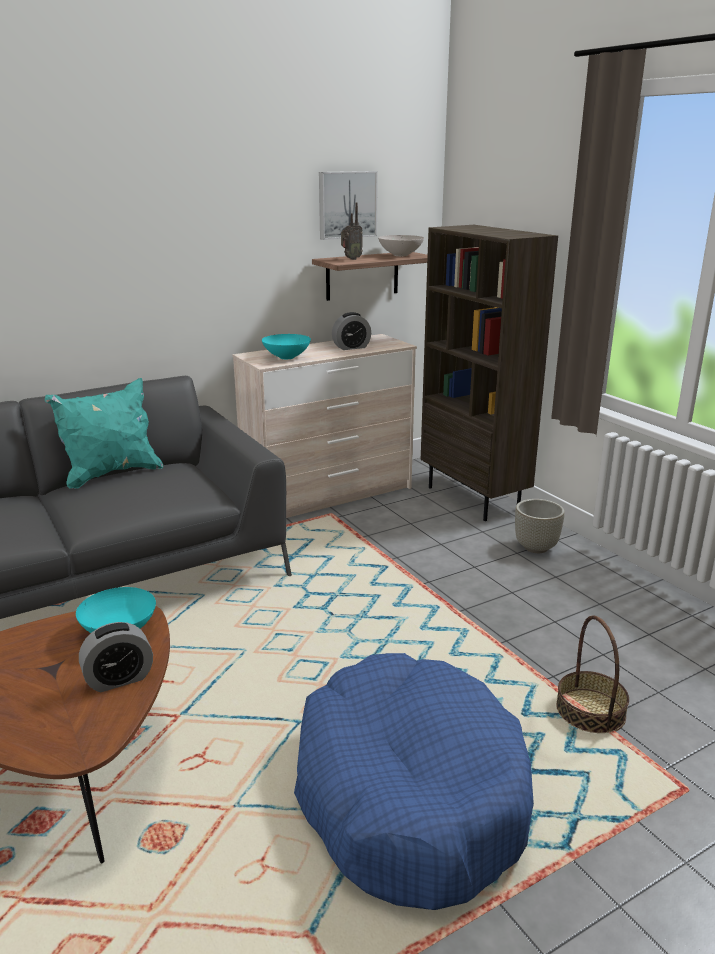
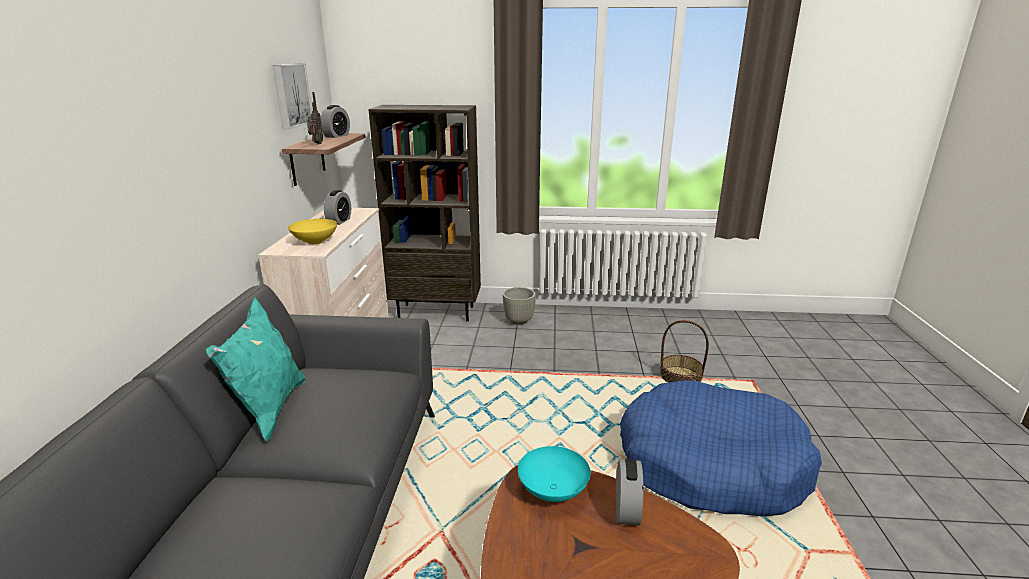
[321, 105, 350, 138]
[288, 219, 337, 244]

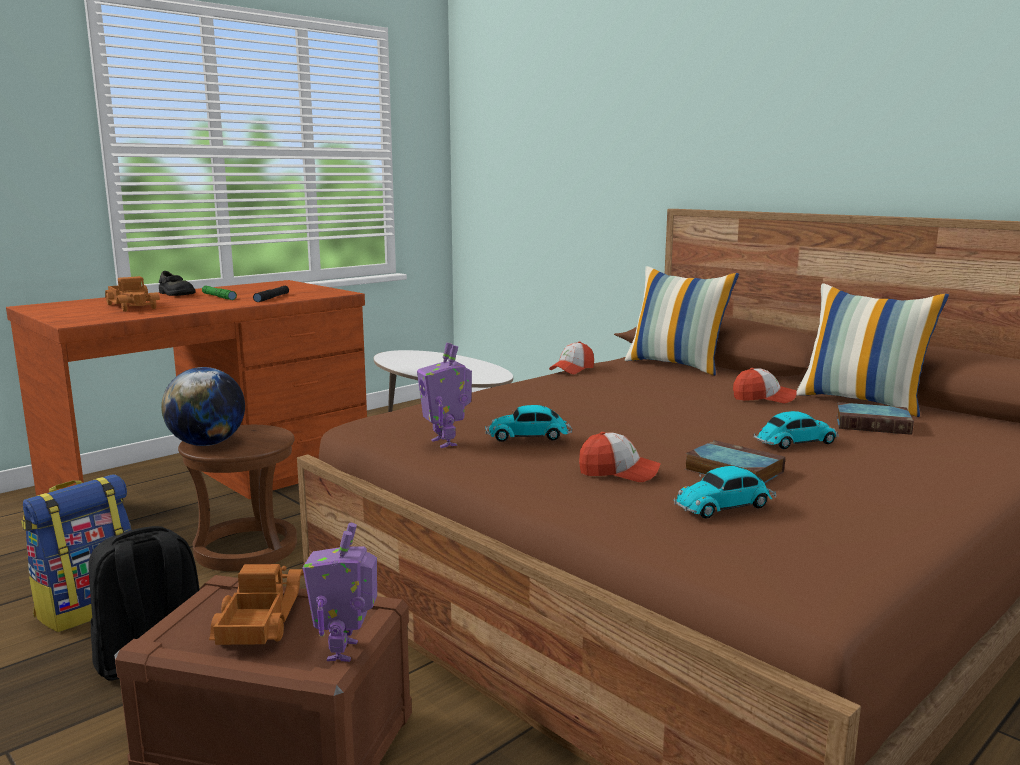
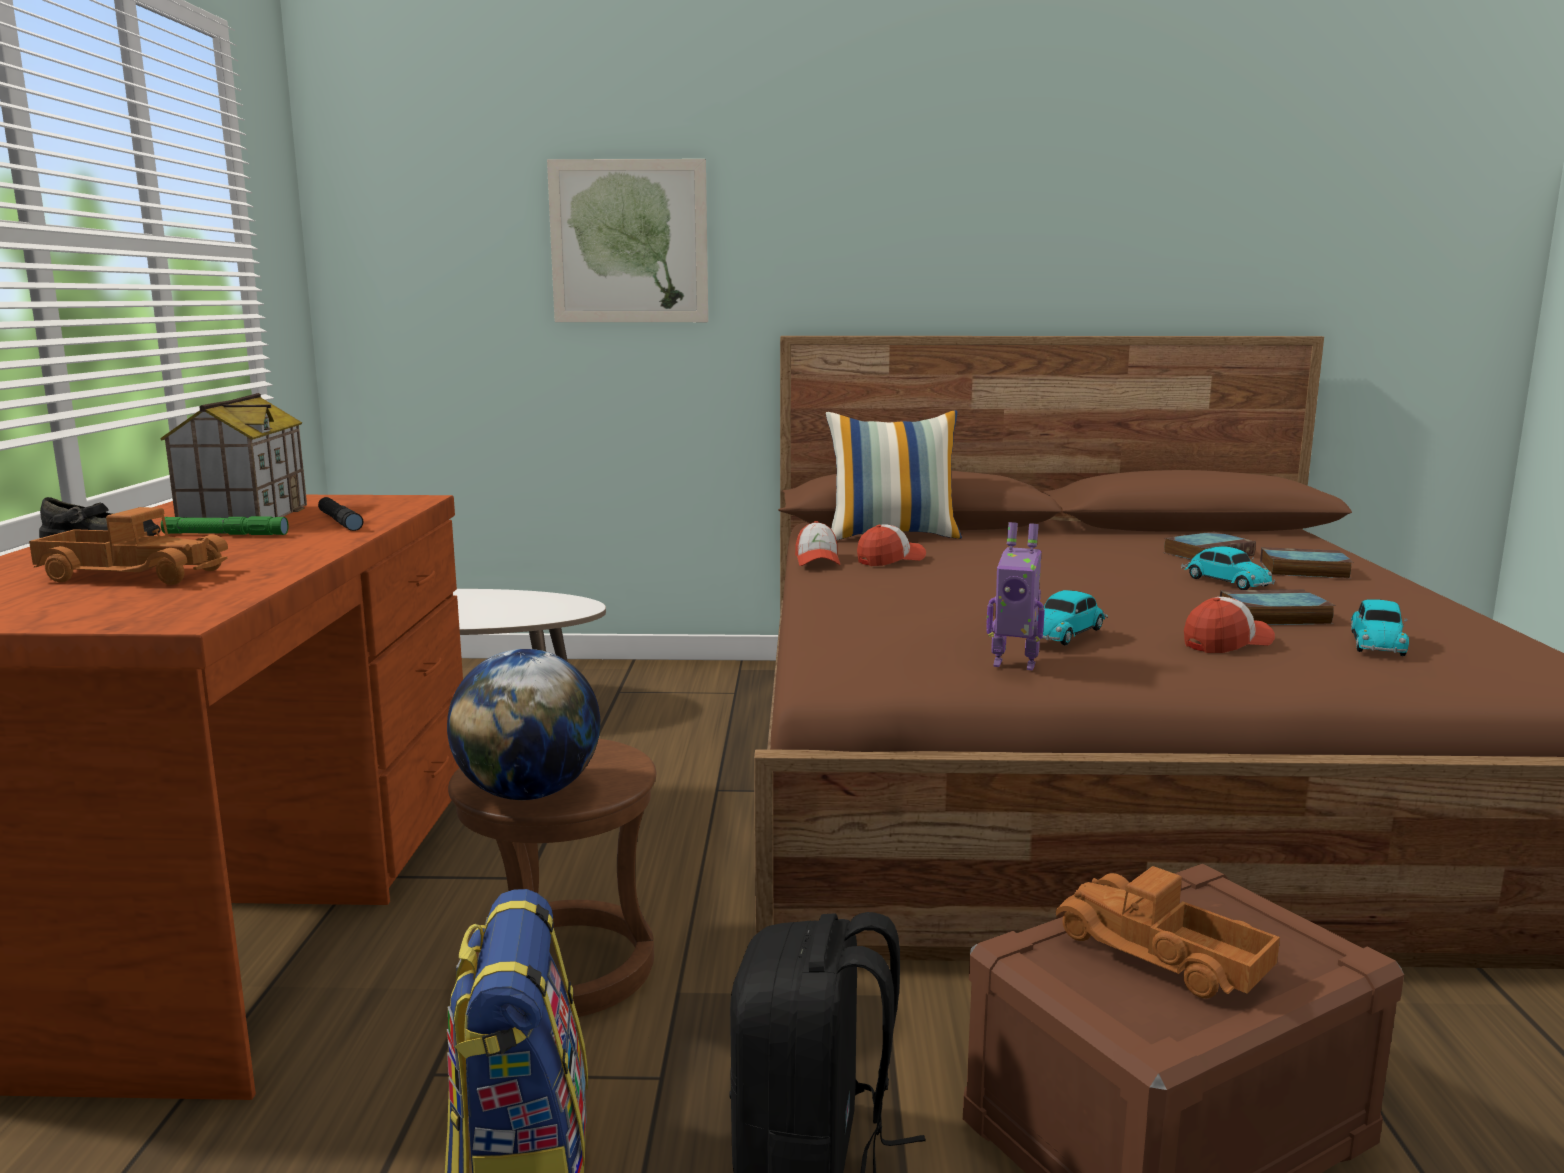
[303, 523, 377, 662] (first image)
[796, 283, 949, 417] (first image)
[160, 393, 307, 518]
[547, 159, 708, 322]
[1260, 547, 1354, 579]
[857, 524, 926, 566]
[1181, 546, 1275, 590]

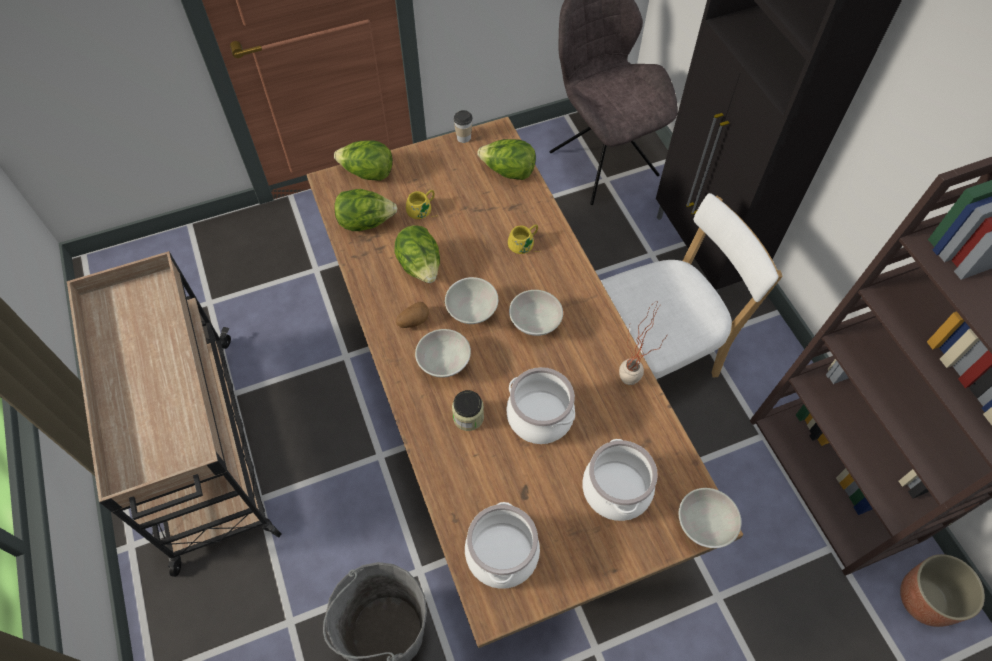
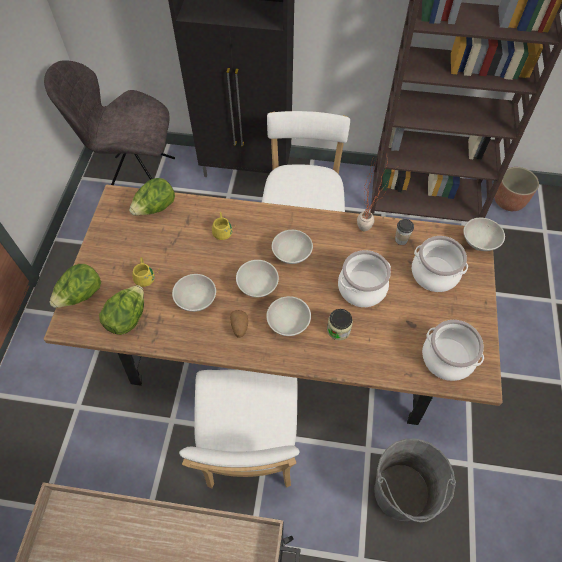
[179, 369, 300, 488]
[395, 219, 414, 245]
[172, 274, 216, 312]

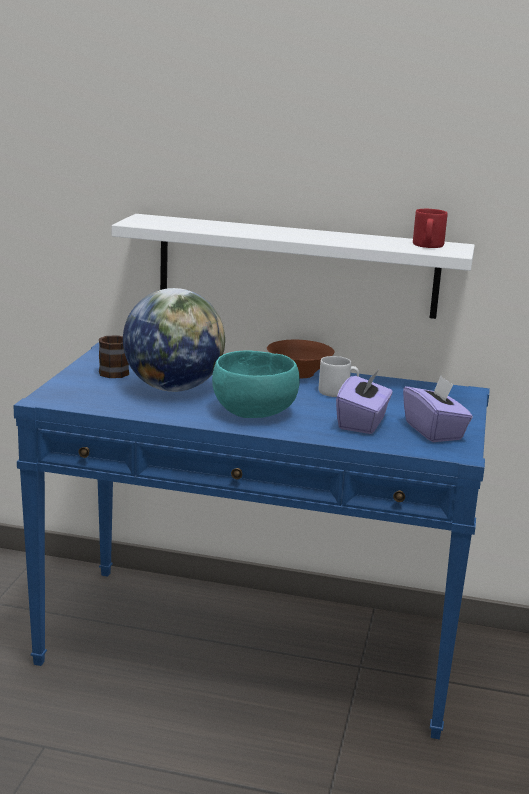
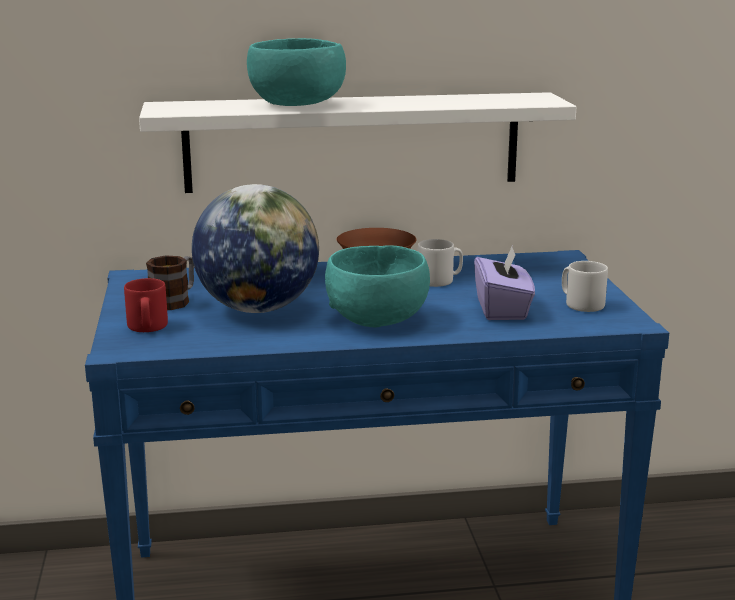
[247, 38, 346, 106]
[124, 278, 168, 332]
[562, 261, 608, 312]

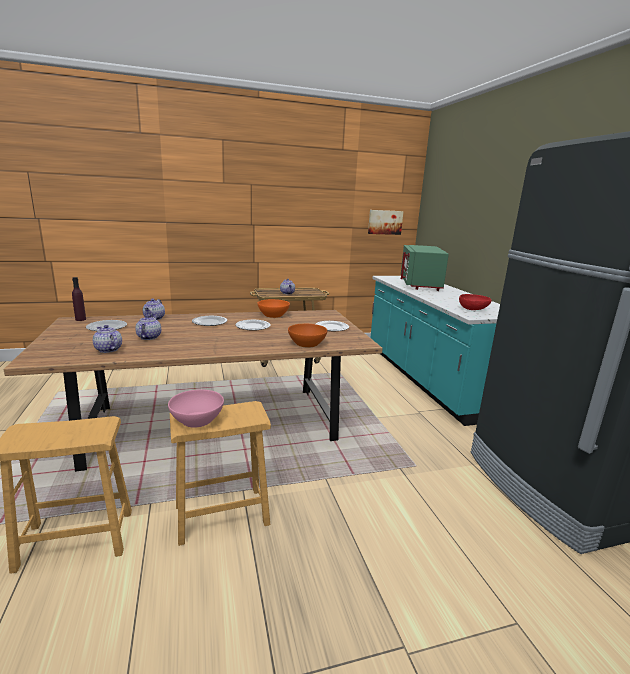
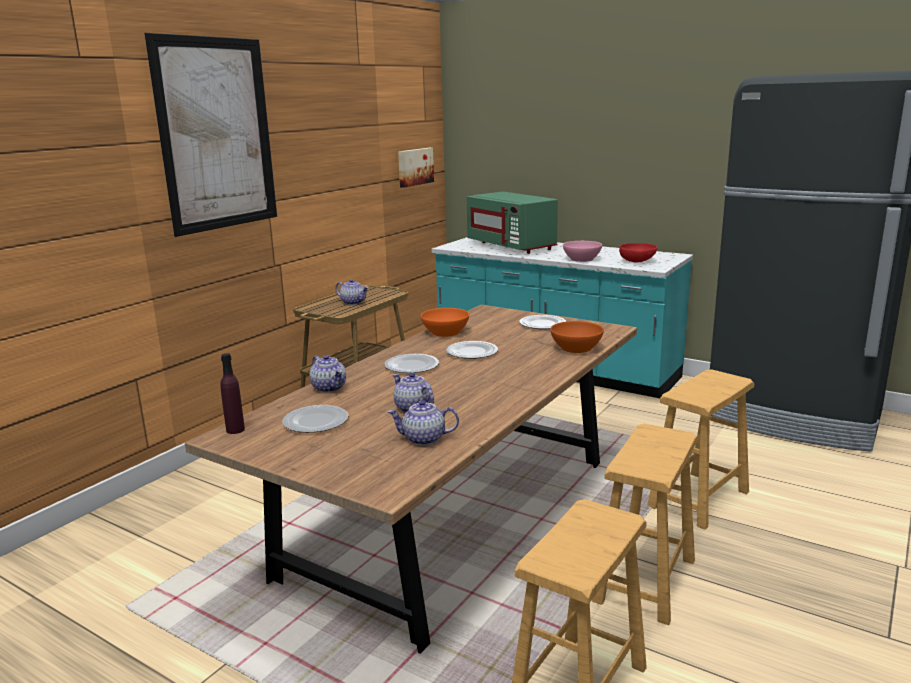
[144, 33, 277, 237]
[647, 369, 754, 530]
[563, 241, 602, 262]

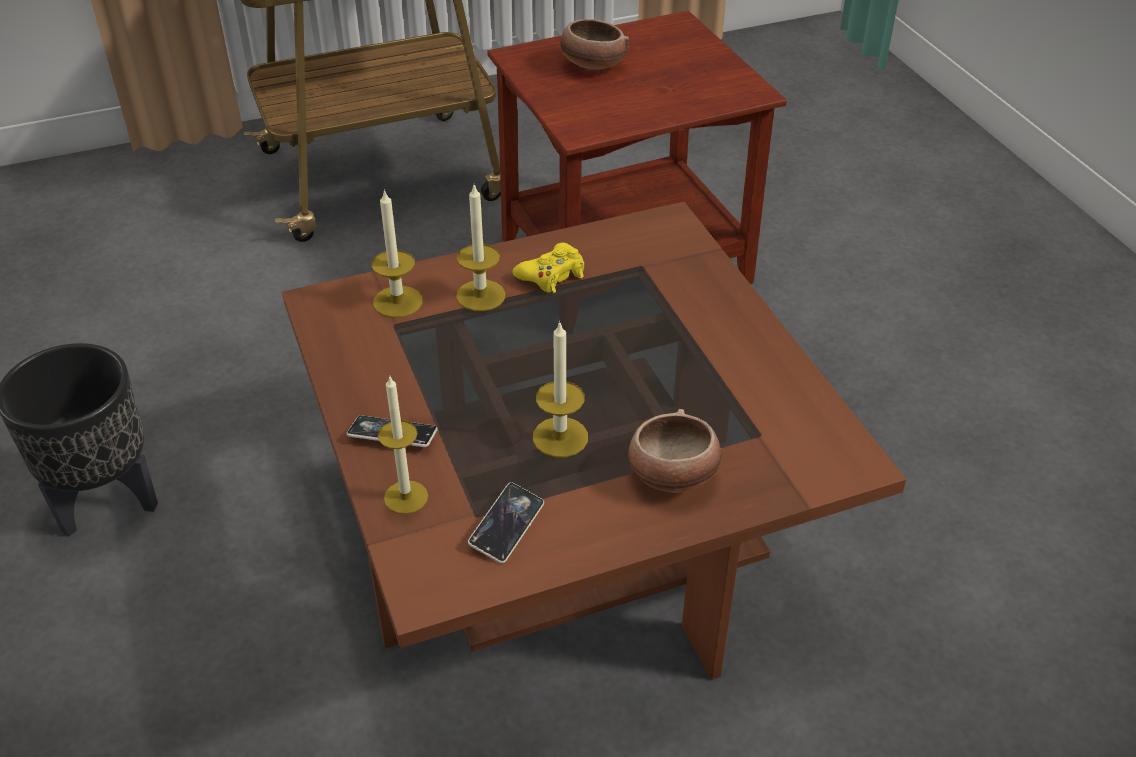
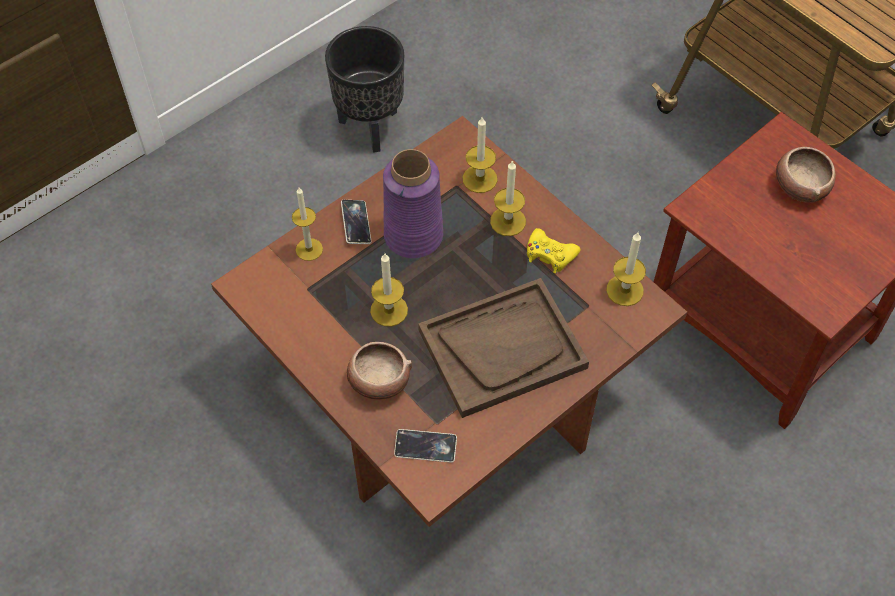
[383, 149, 443, 258]
[418, 278, 589, 418]
[606, 233, 646, 306]
[394, 429, 457, 462]

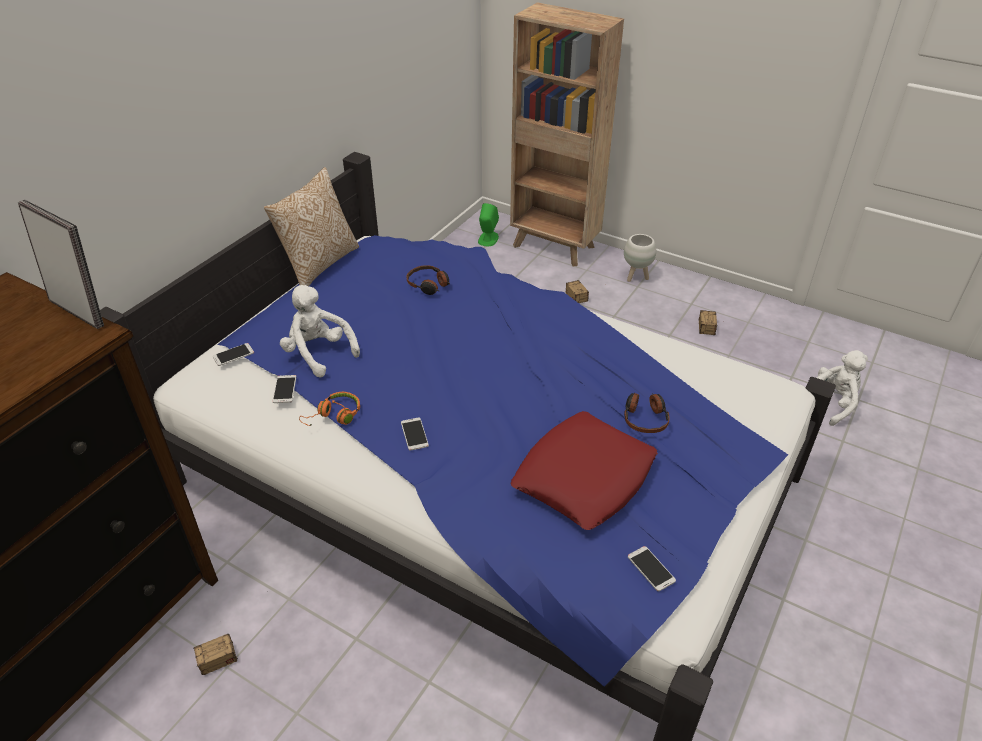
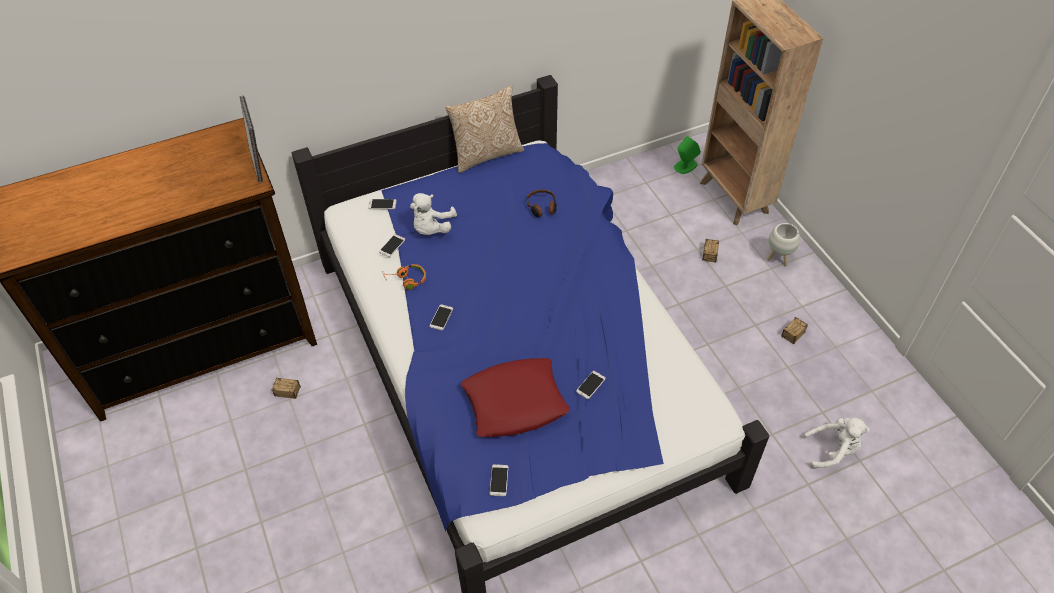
[576, 371, 606, 399]
[410, 193, 457, 235]

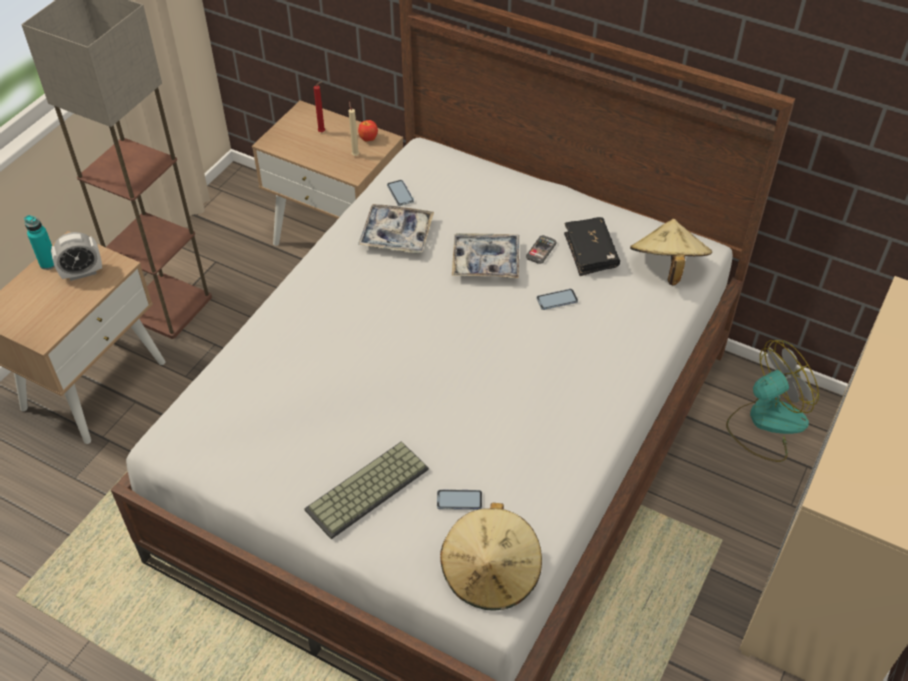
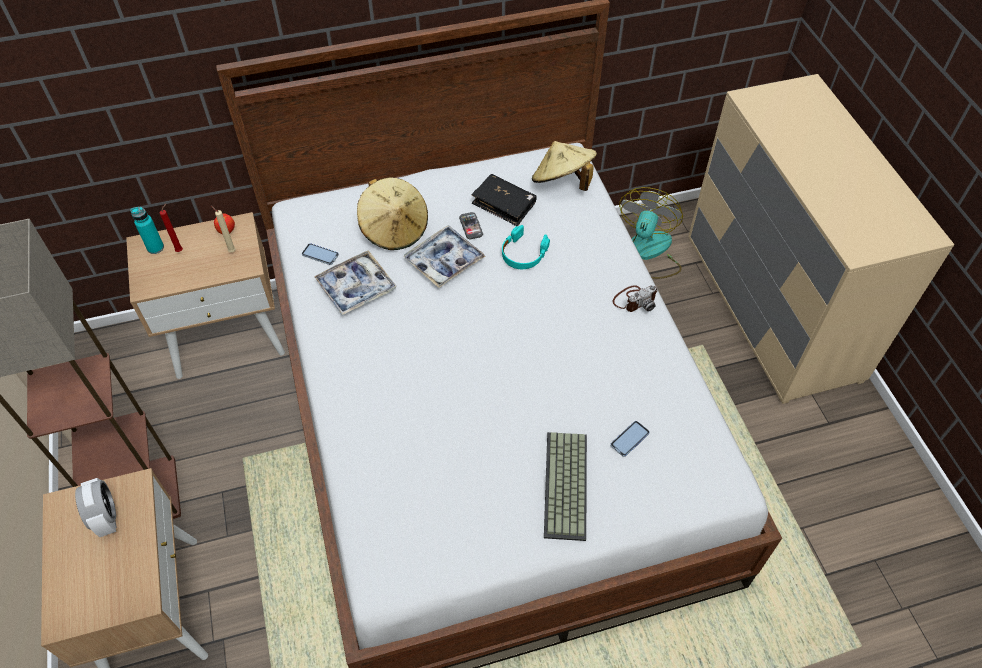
[613, 285, 658, 312]
[130, 207, 164, 254]
[357, 177, 428, 250]
[502, 225, 550, 269]
[75, 478, 117, 537]

